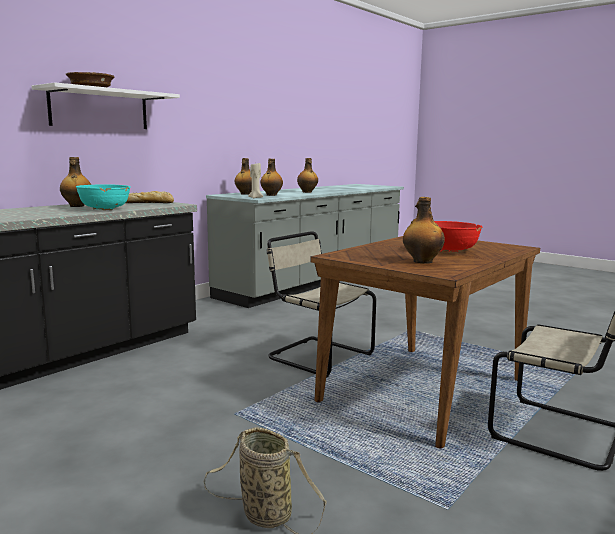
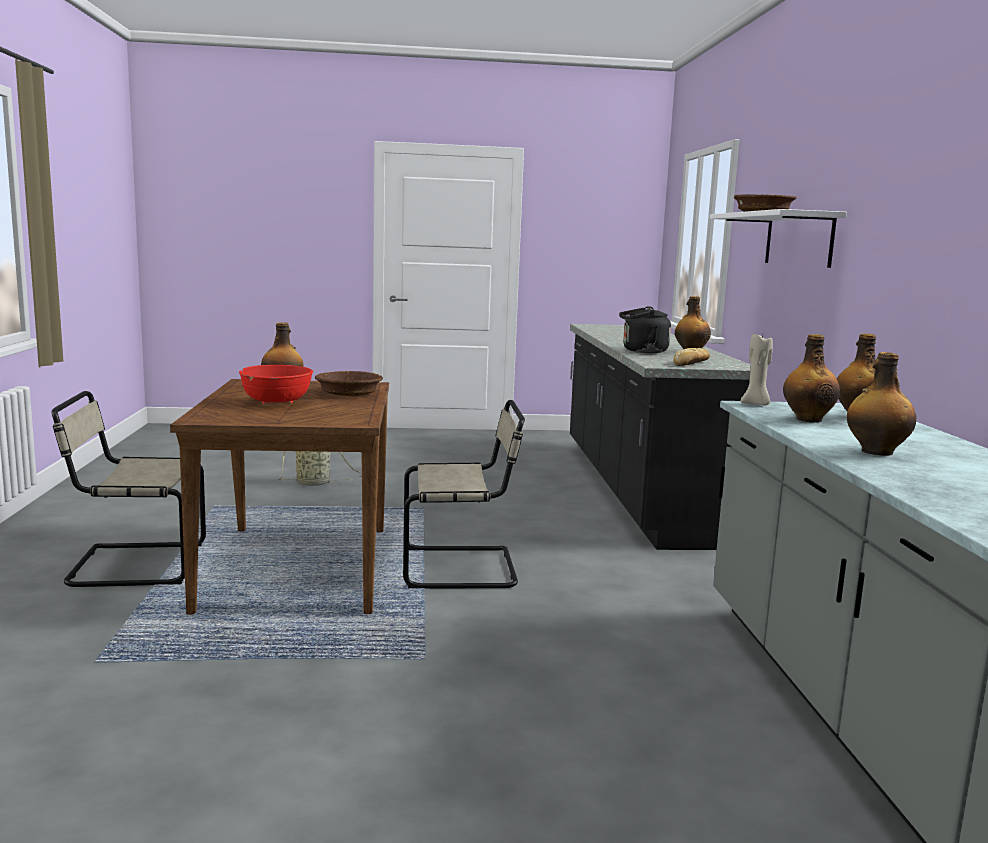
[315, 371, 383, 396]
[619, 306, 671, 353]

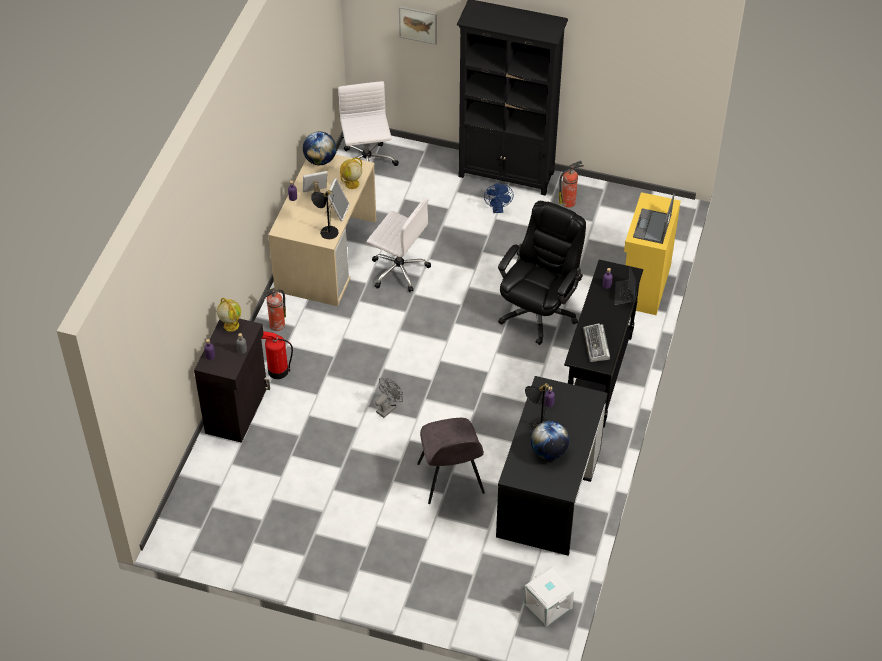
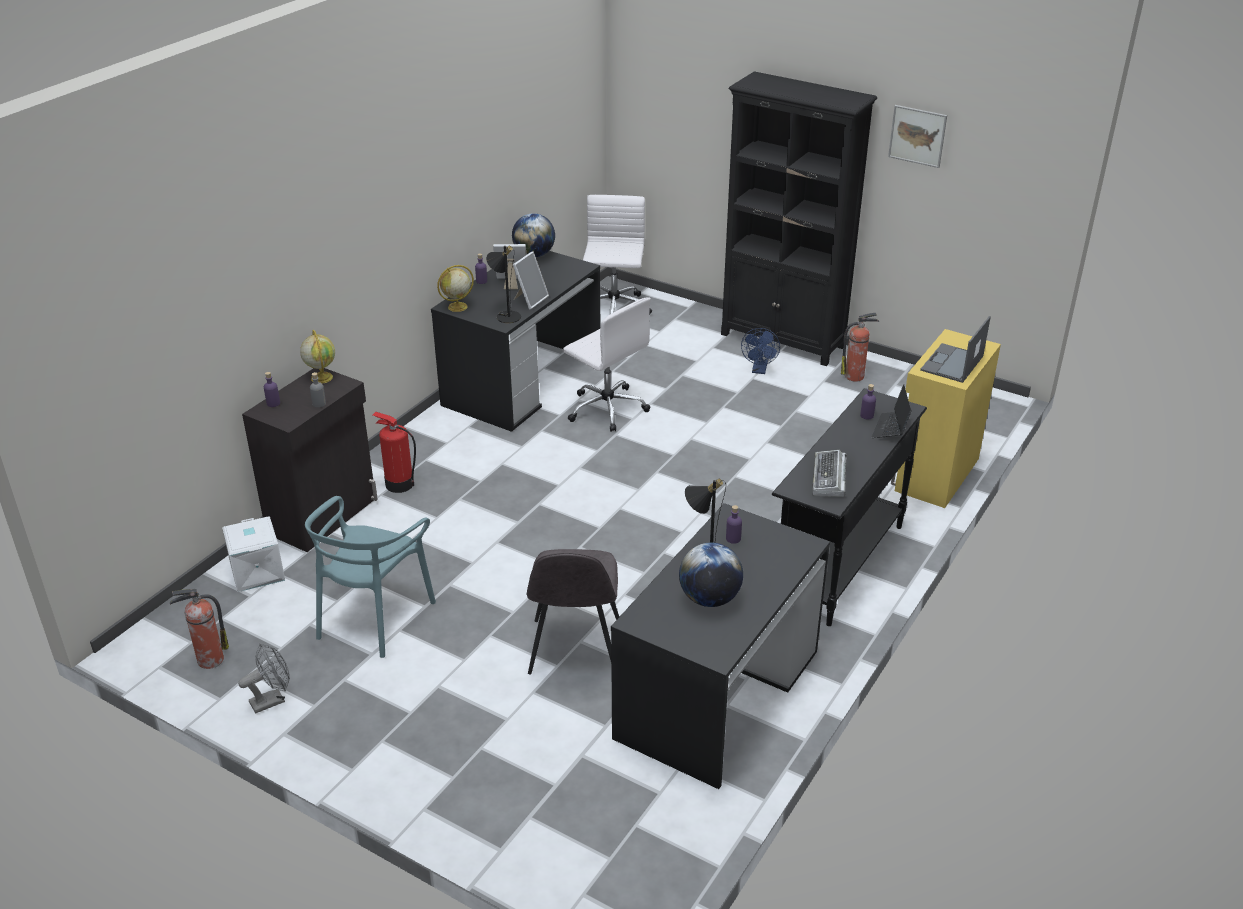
[498, 201, 586, 345] (first image)
[305, 496, 436, 658]
[170, 589, 229, 669]
[437, 265, 474, 312]
[238, 643, 290, 714]
[888, 105, 947, 168]
[222, 516, 285, 592]
[431, 251, 601, 432]

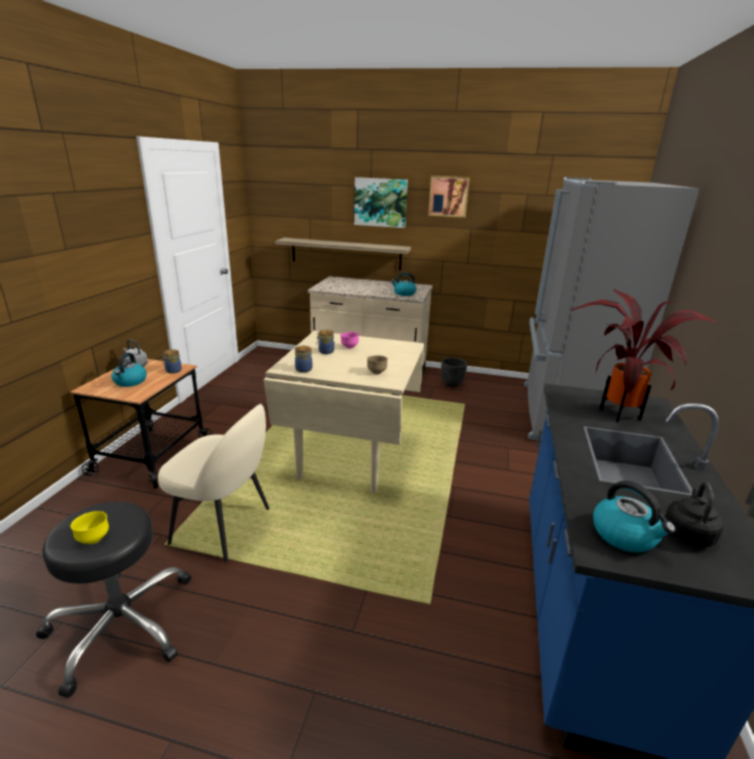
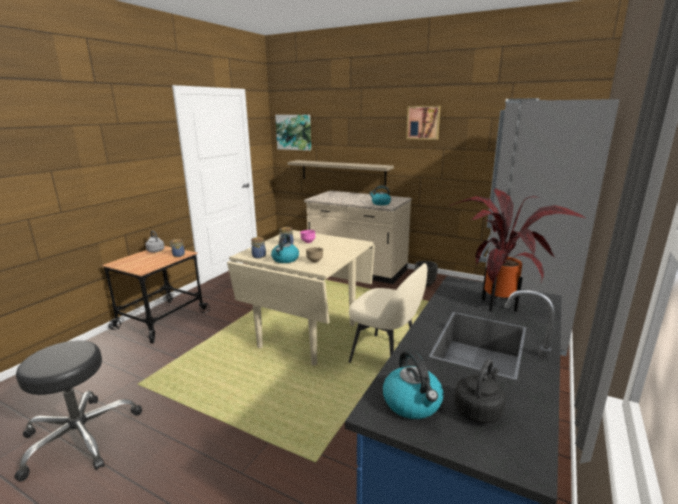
[70, 511, 109, 544] (first image)
[271, 234, 299, 263]
[349, 263, 427, 363]
[275, 115, 311, 151]

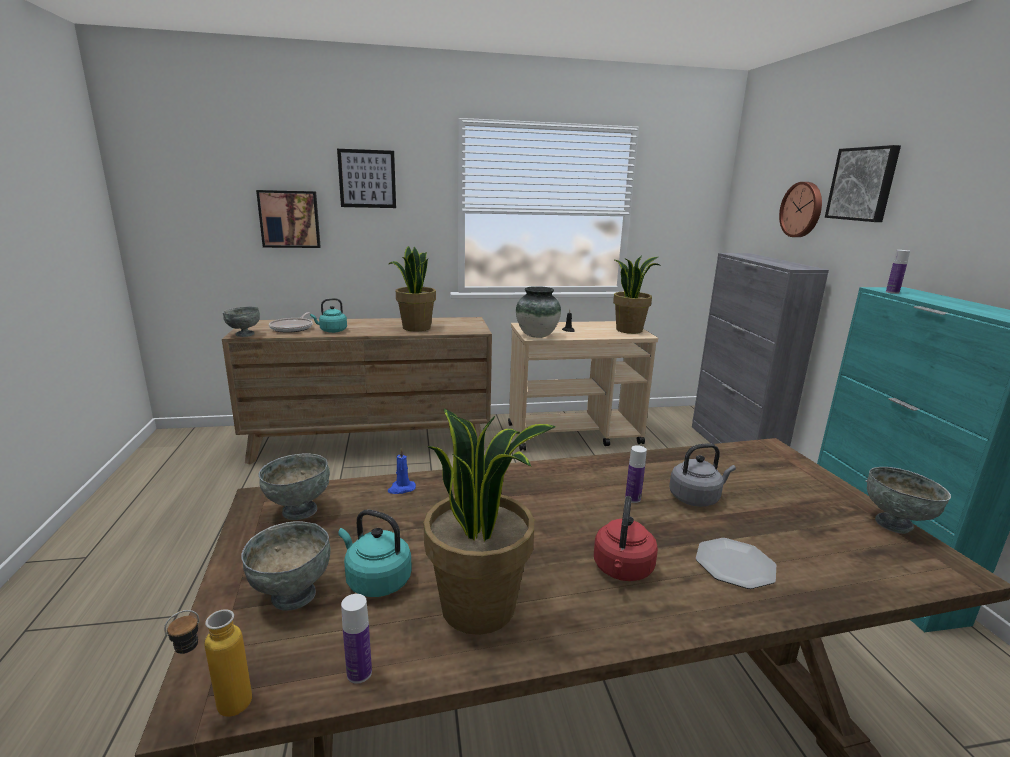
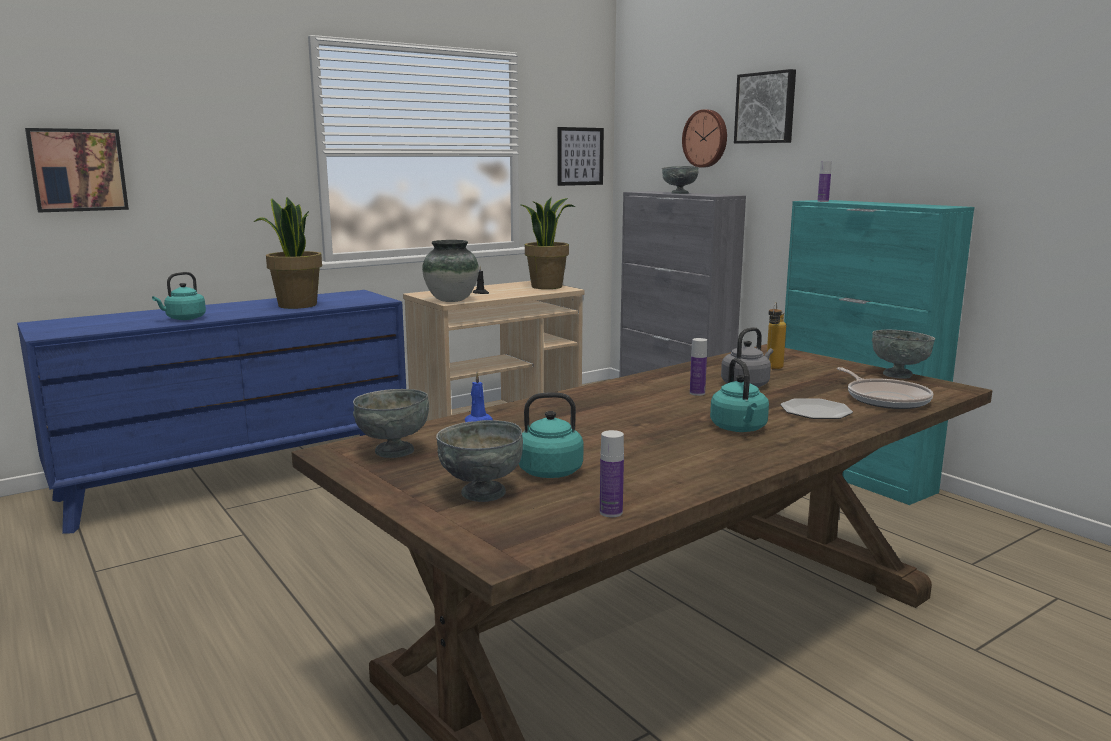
[424, 408, 556, 635] (first image)
[767, 302, 786, 369]
[662, 166, 699, 194]
[837, 367, 933, 409]
[557, 127, 604, 186]
[17, 290, 406, 534]
[710, 358, 769, 432]

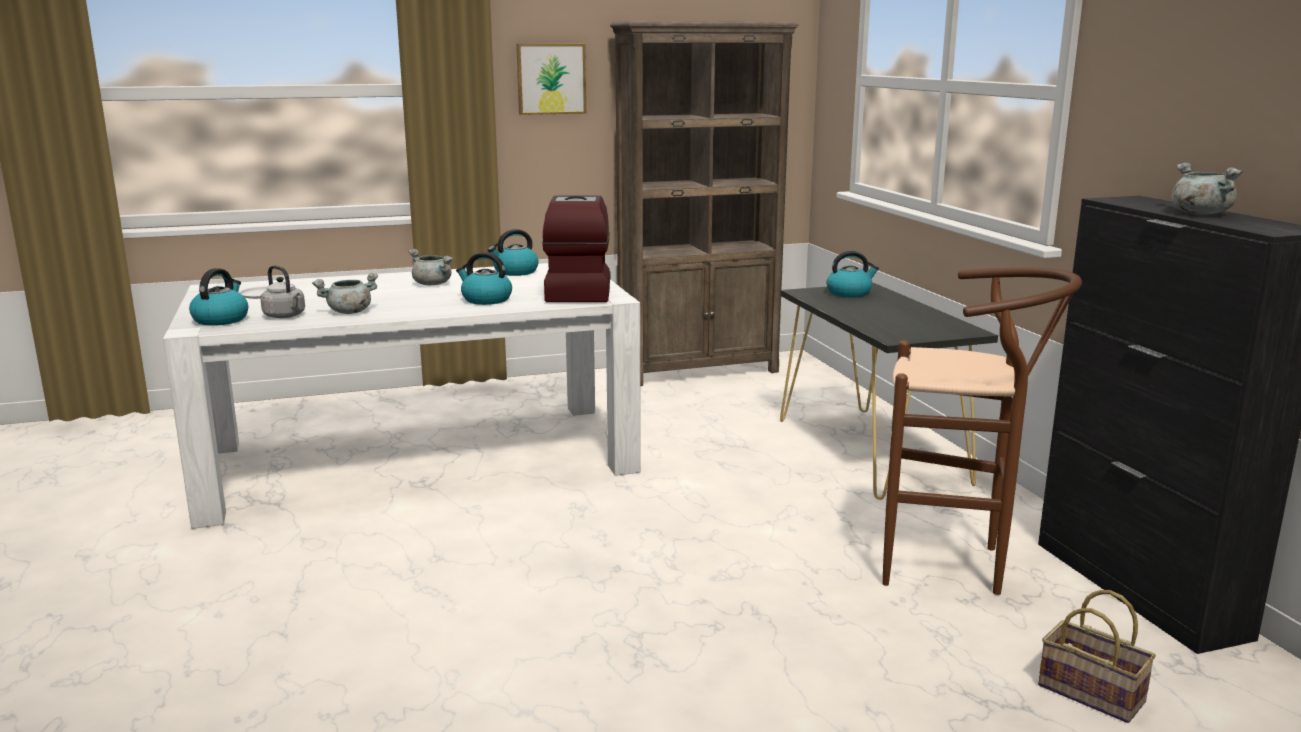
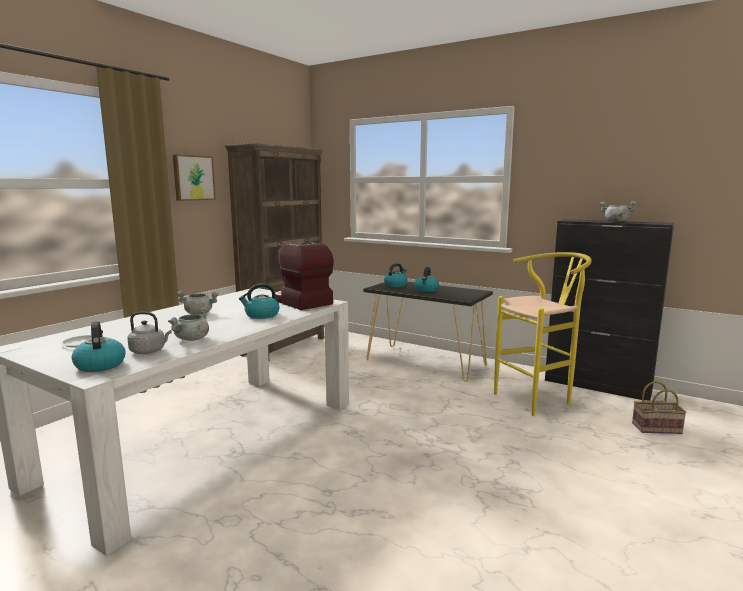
[415, 267, 439, 292]
[494, 252, 592, 416]

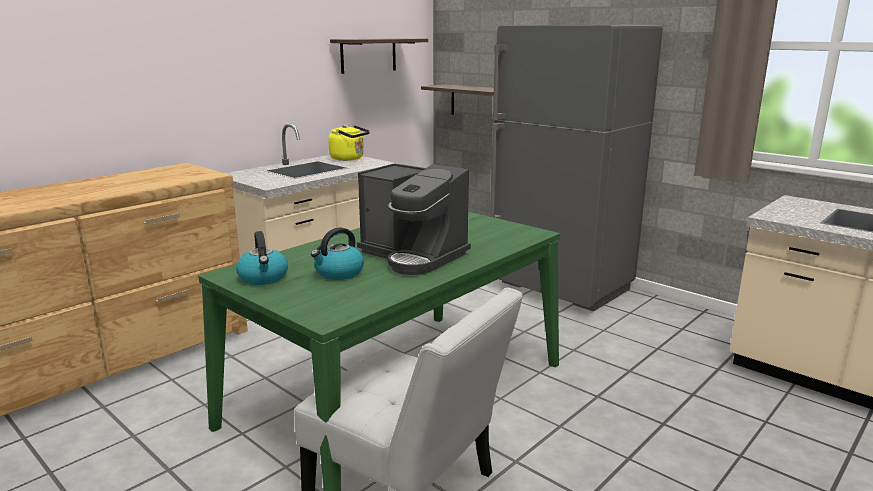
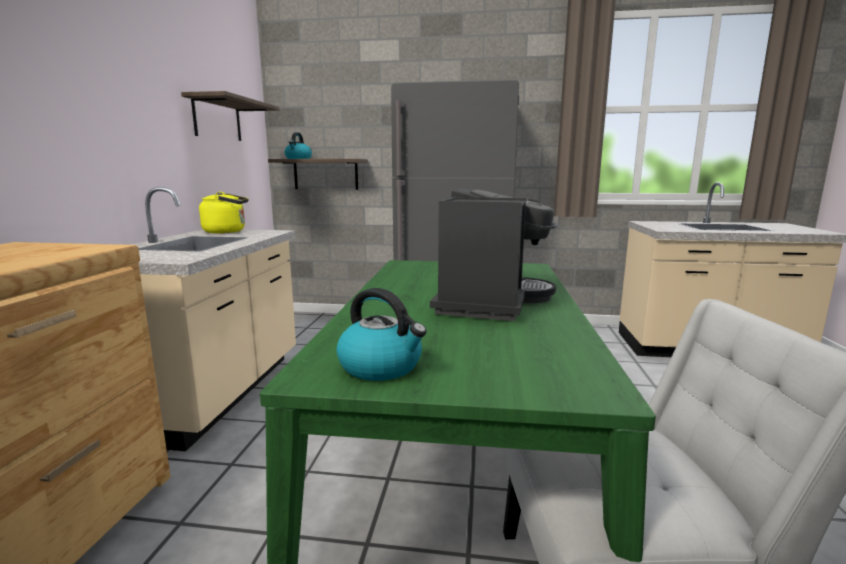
[284, 132, 312, 159]
[430, 188, 558, 321]

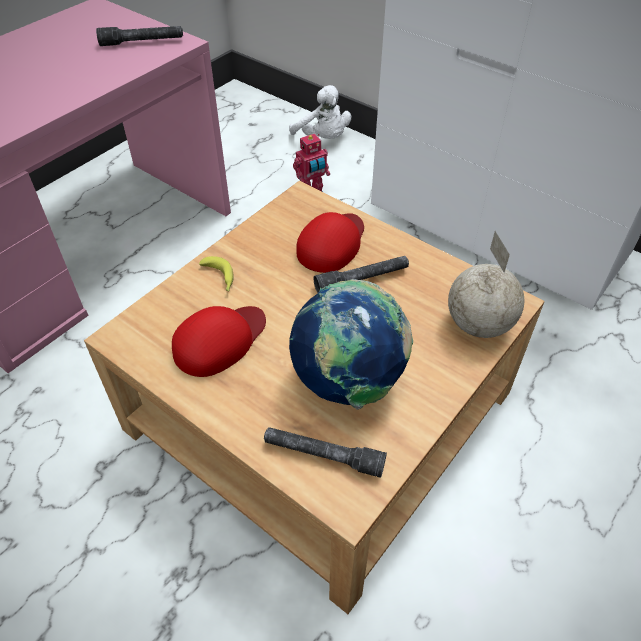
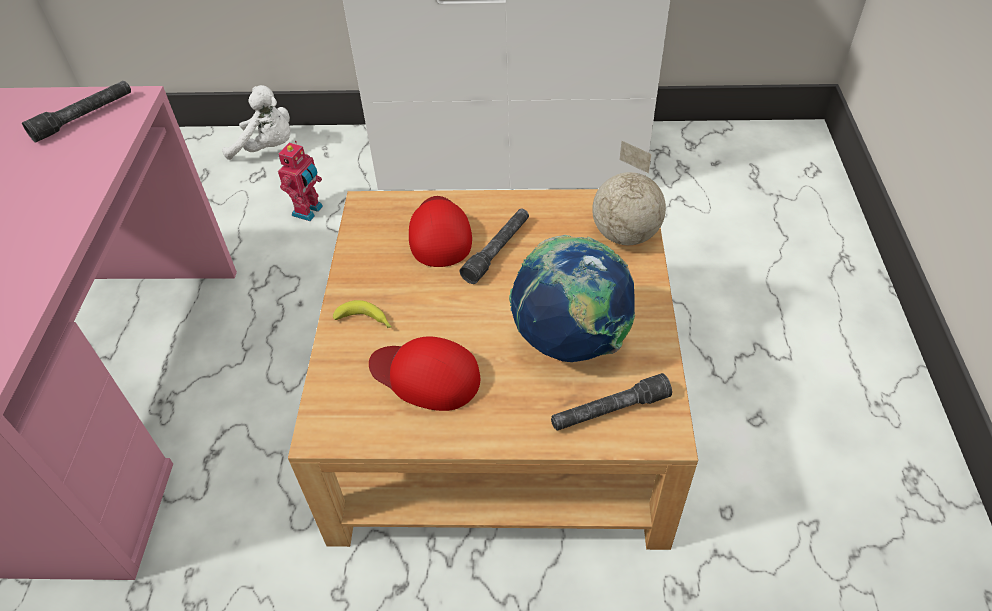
[369, 337, 480, 411]

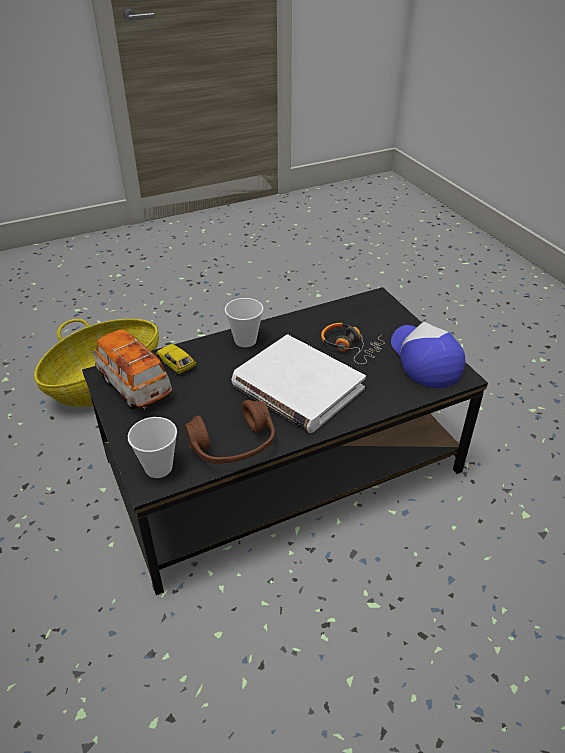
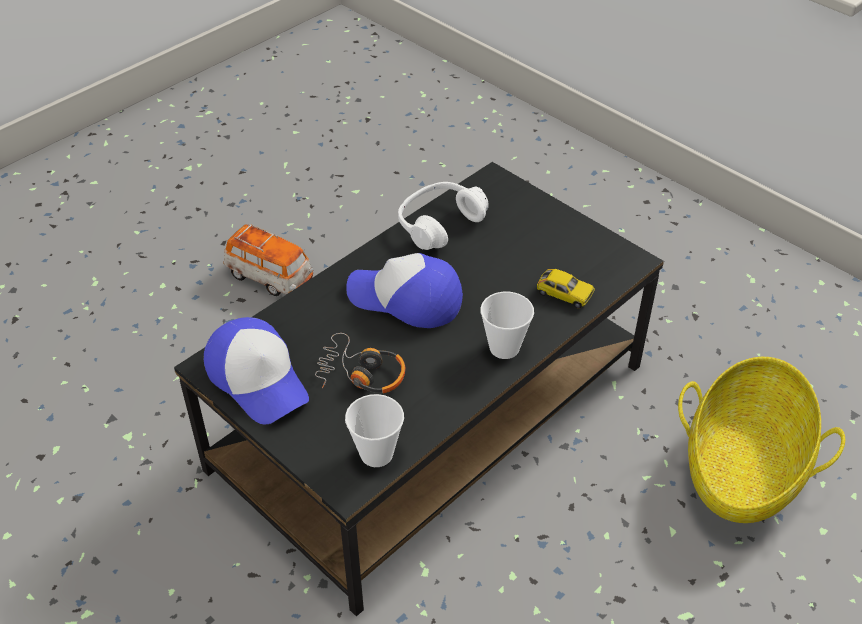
[223, 224, 313, 296]
[345, 394, 404, 467]
[347, 253, 463, 328]
[398, 182, 489, 250]

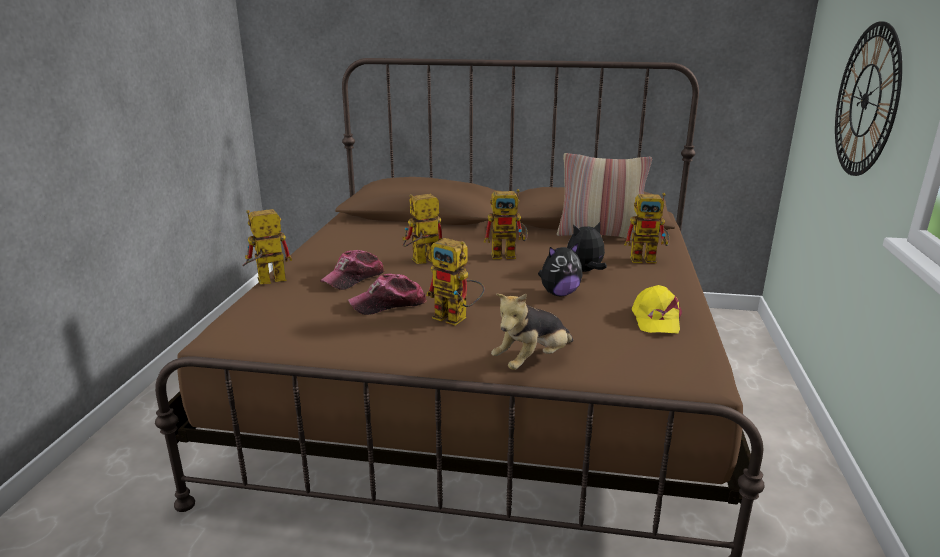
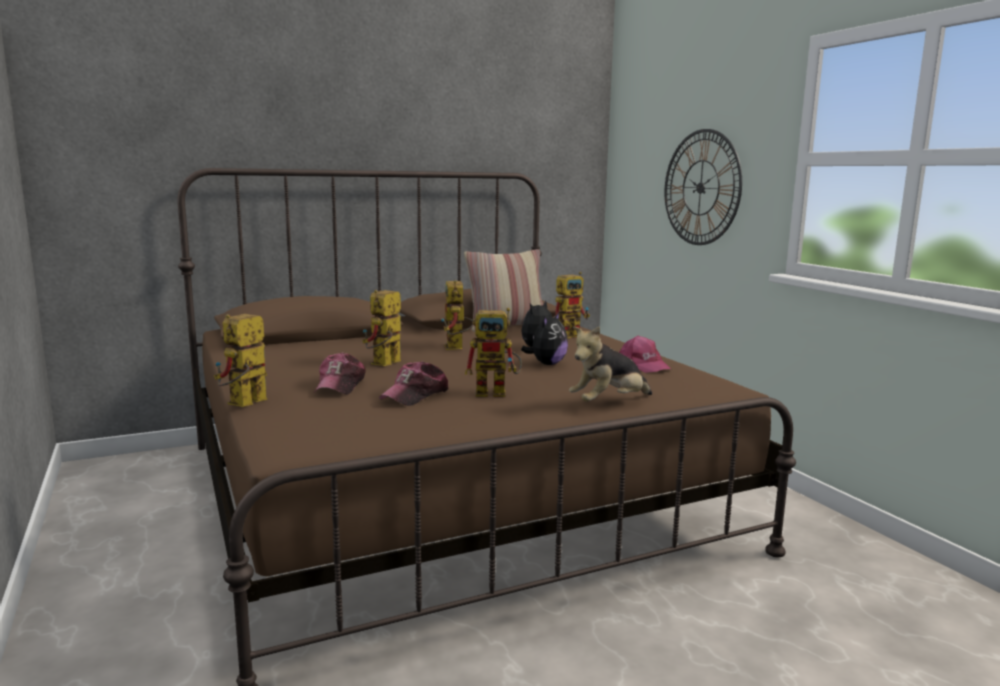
[619, 336, 671, 373]
[441, 280, 474, 350]
[569, 326, 652, 401]

